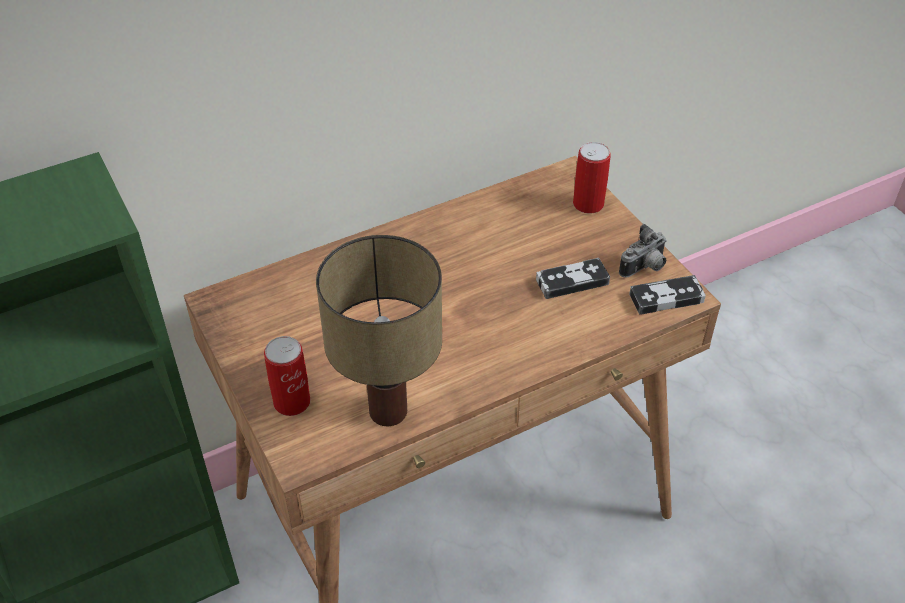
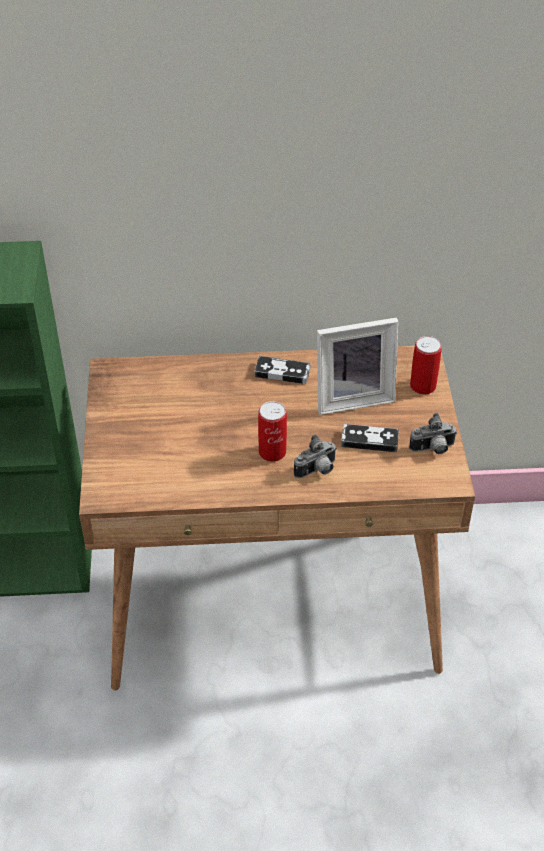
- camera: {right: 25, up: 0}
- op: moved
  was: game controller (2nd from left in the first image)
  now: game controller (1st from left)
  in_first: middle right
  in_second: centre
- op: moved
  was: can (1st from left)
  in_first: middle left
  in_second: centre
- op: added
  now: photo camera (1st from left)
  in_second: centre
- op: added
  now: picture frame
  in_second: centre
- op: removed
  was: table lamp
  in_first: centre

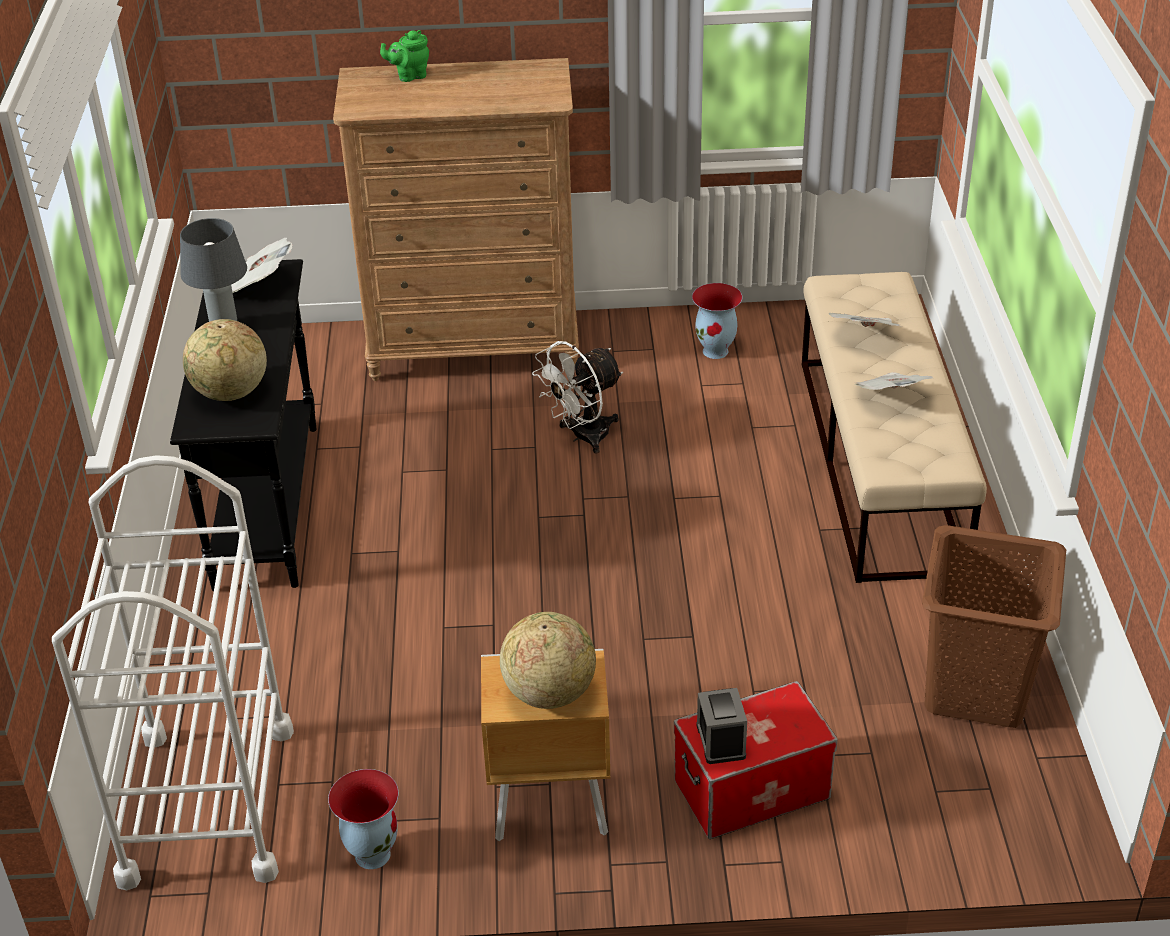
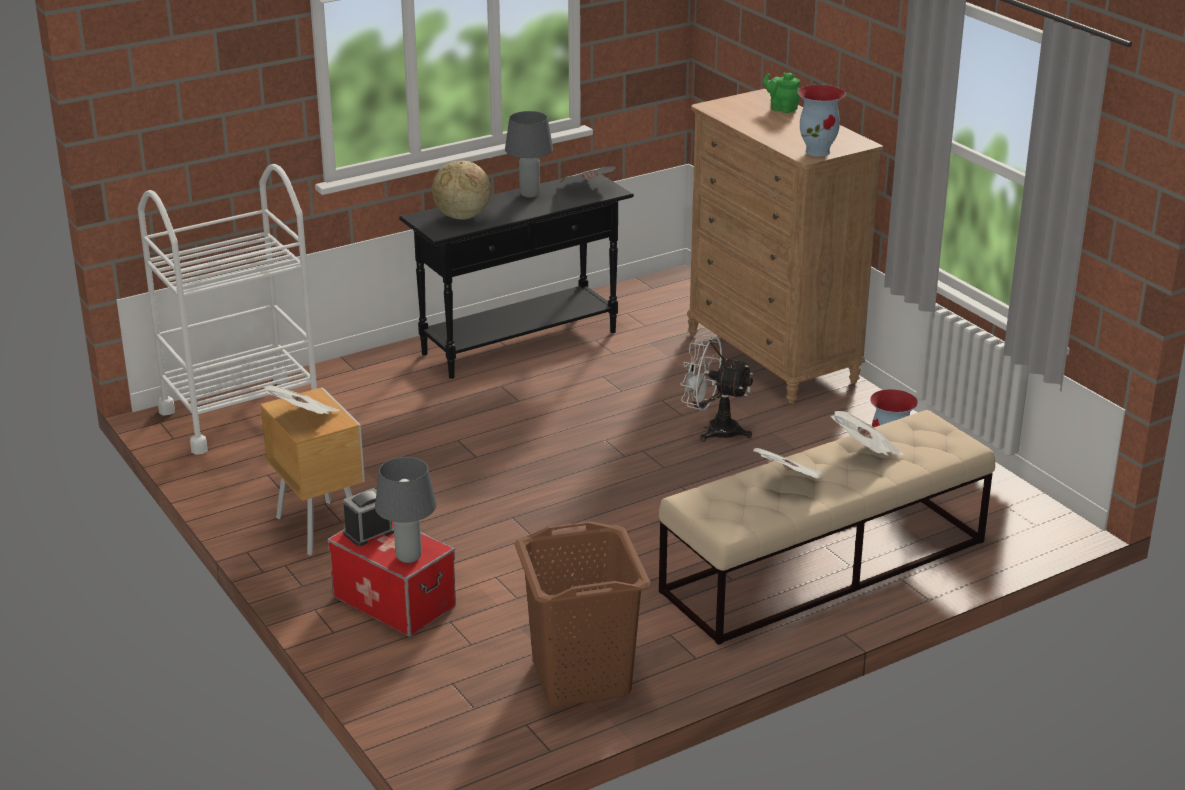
- camera: {right: 60, up: -10}
- op: replaced
  was: globe (2nd from left)
  now: newspaper (1st from left)
  in_first: bottom centre
  in_second: middle left
- op: added
  now: grey table lamp (1st from left)
  in_second: centre
- op: moved
  was: vase (1st from left)
  in_first: bottom left
  in_second: top right

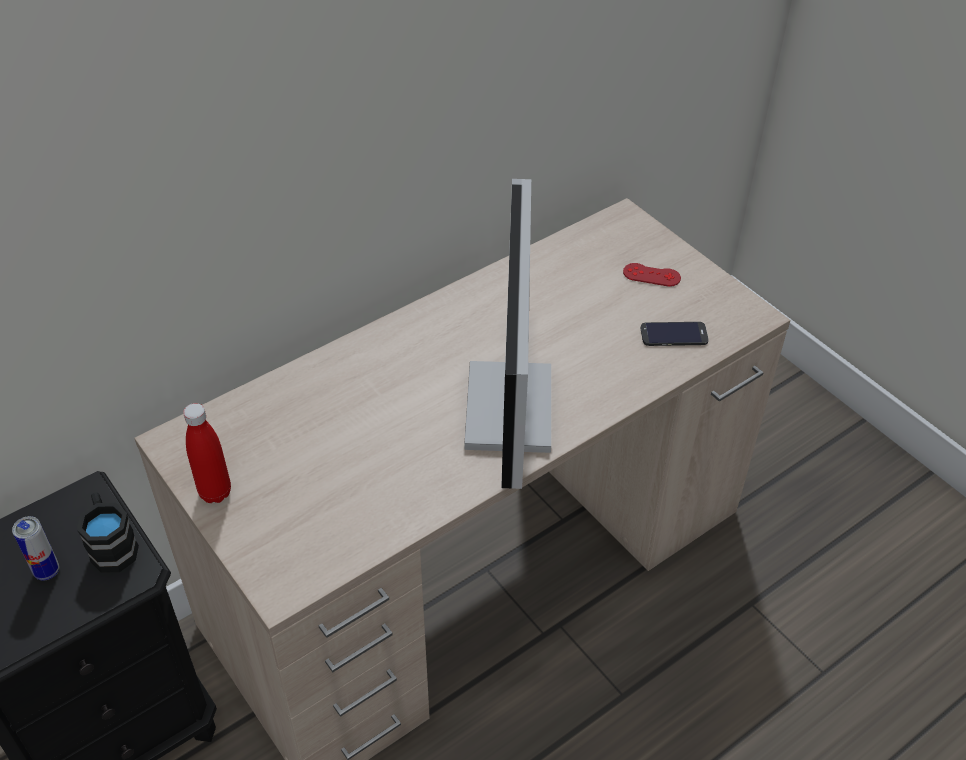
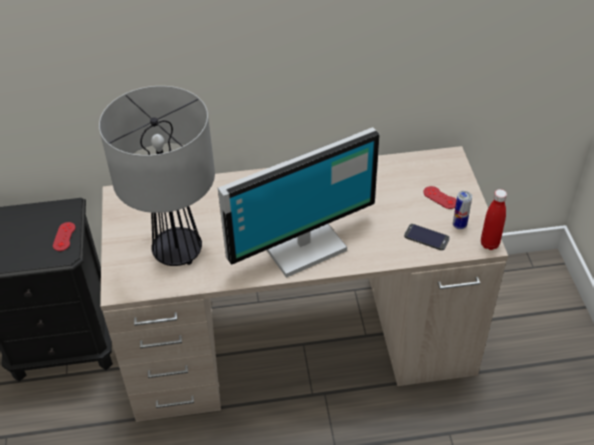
- camera: {right: 30, up: 0}
- op: replaced
  was: black mug
  now: red game controller (1st from left)
  in_first: bottom left
  in_second: middle left
- op: added
  now: table lamp
  in_second: middle left
- op: turned
  was: monitor
  in_first: centre
  in_second: centre
  clockwise: -150
- op: moved
  was: can
  in_first: bottom left
  in_second: middle right
- op: moved
  was: red bottle
  in_first: middle left
  in_second: middle right

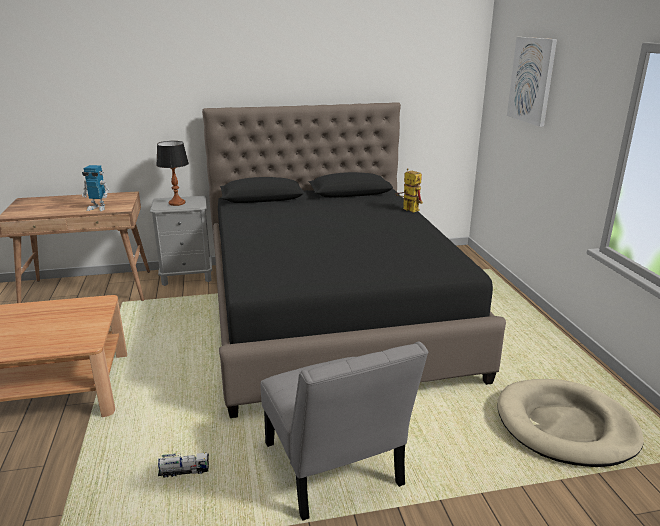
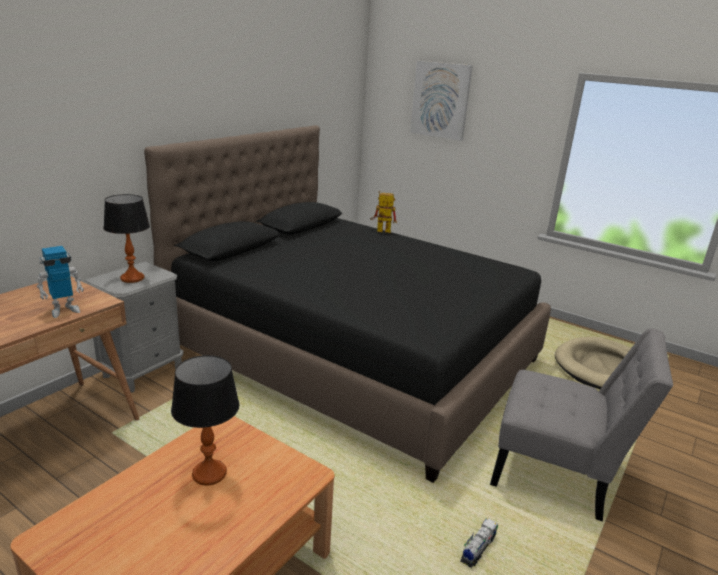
- camera: {right: -45, up: 0}
- op: added
  now: table lamp (2nd from left)
  in_second: bottom left

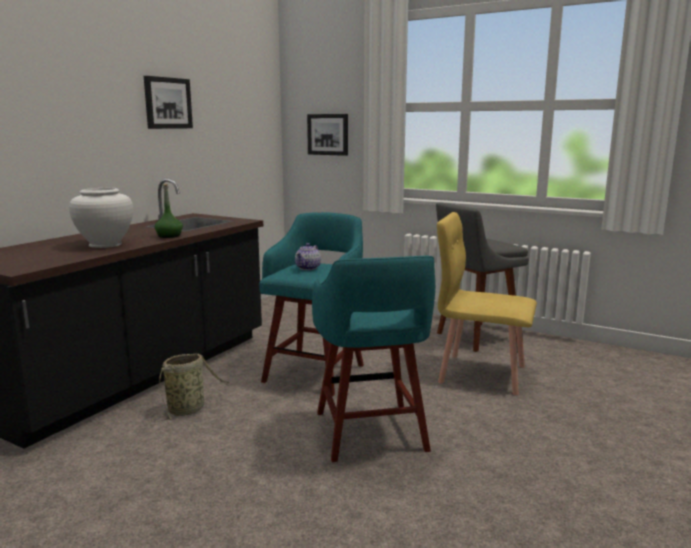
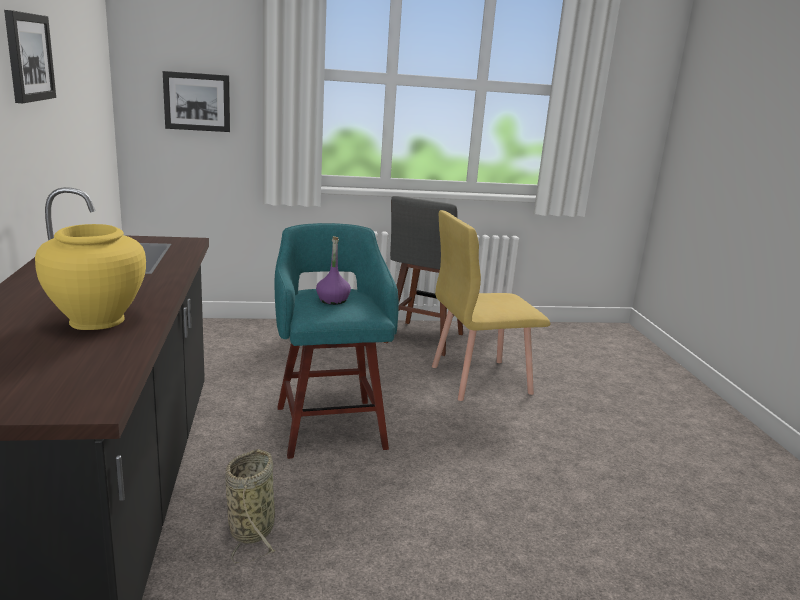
- camera: {right: -40, up: 5}
- op: recoloured
  was: white vase
  now: yellow vase
  in_first: middle left
  in_second: middle left
- op: replaced
  was: teapot
  now: purple bottle
  in_first: centre
  in_second: centre
- op: removed
  was: green bottle
  in_first: middle left
- op: removed
  was: turquoise stool (2nd from left)
  in_first: centre

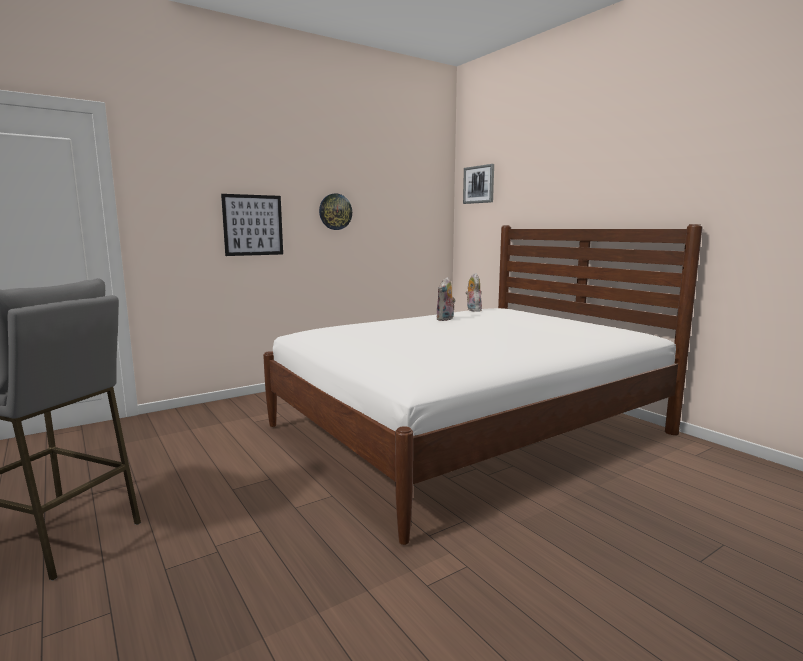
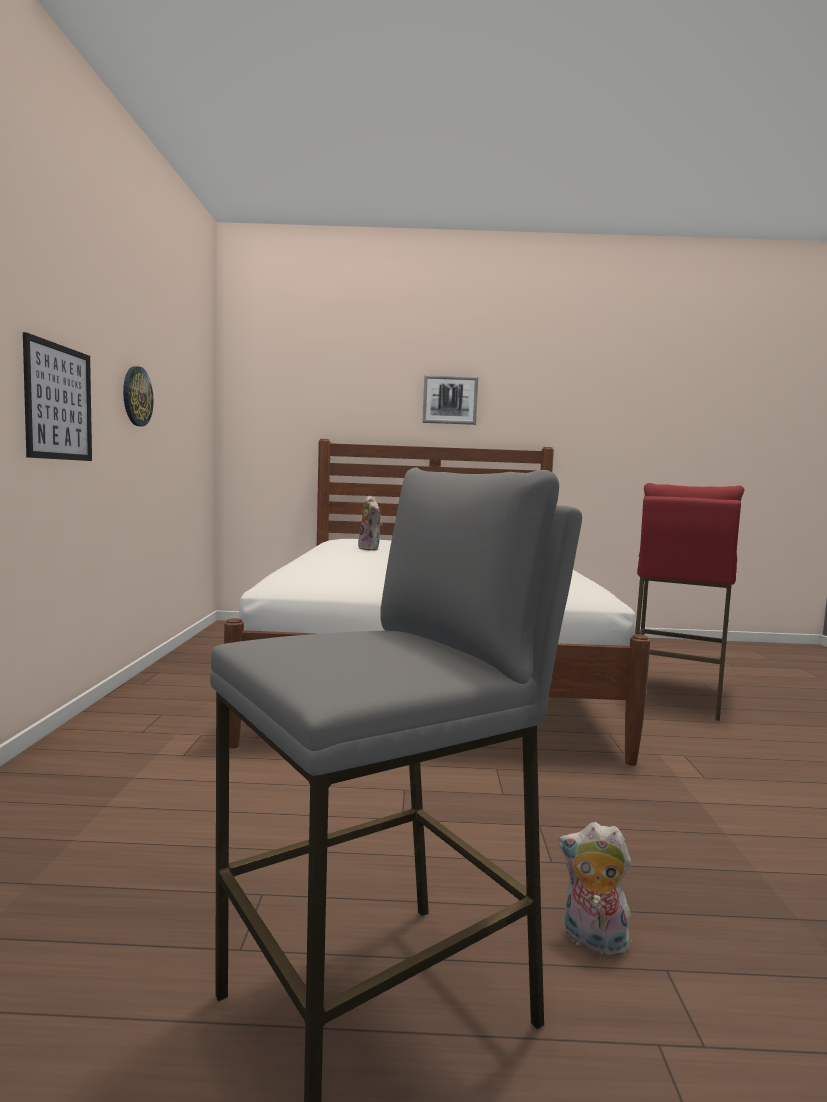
- camera: {right: -55, up: -5}
- op: moved
  was: picture (2nd from left)
  in_first: top centre
  in_second: centre
- op: moved
  was: plush toy (2nd from left)
  in_first: centre
  in_second: bottom right
- op: added
  now: red stool
  in_second: middle right

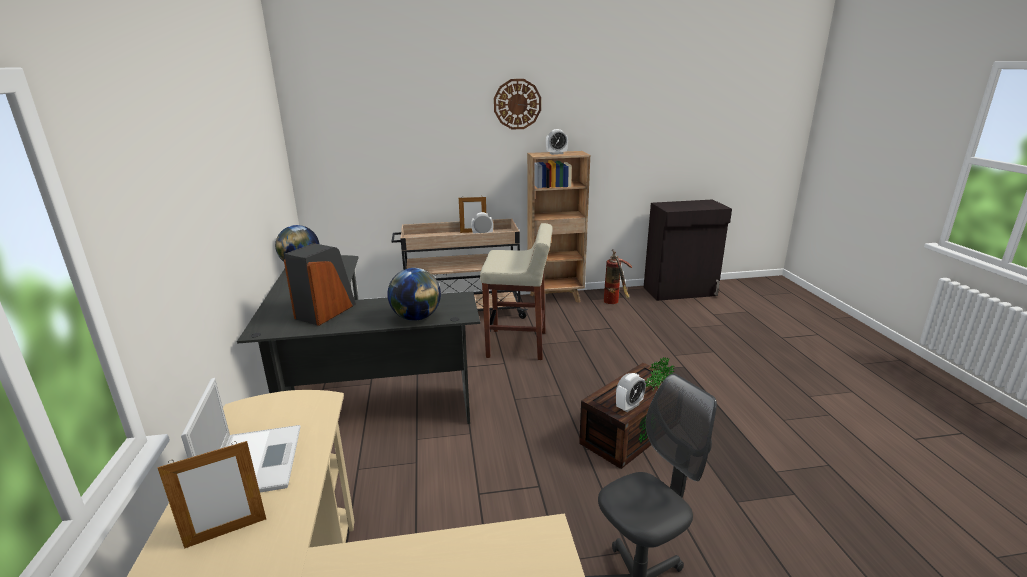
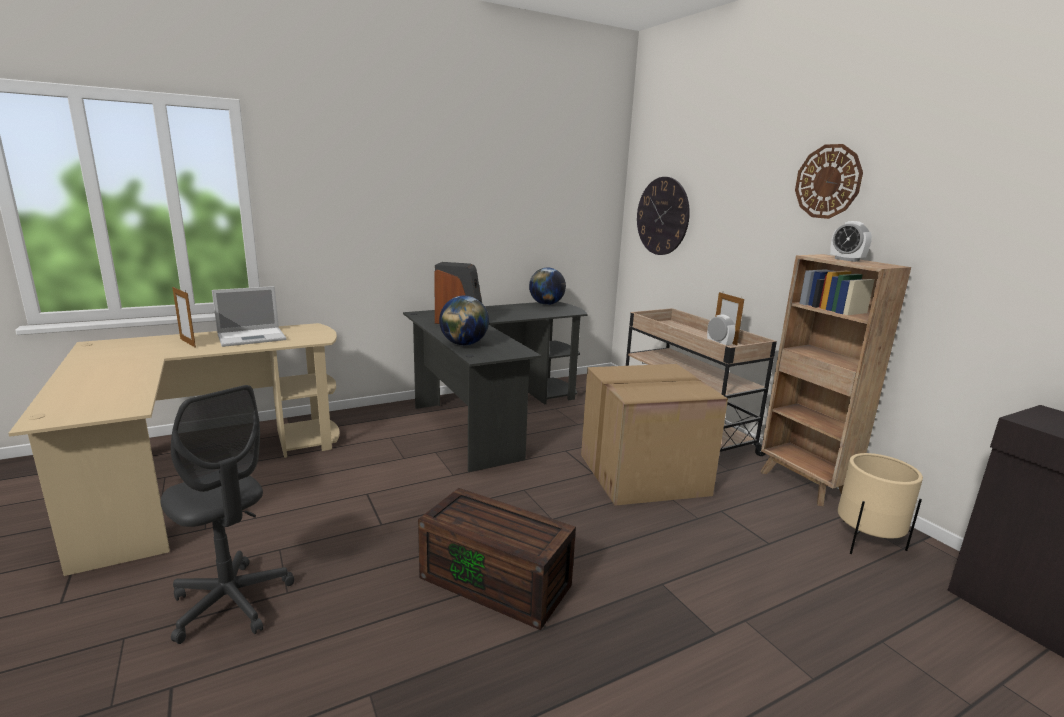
- camera: {right: 70, up: -5}
- op: replaced
  was: beige stool
  now: cardboard box
  in_first: centre
  in_second: centre
- op: added
  now: wall clock (1st from left)
  in_second: top centre
- op: replaced
  was: fire extinguisher
  now: beige planter
  in_first: centre
  in_second: bottom right
- op: removed
  was: alarm clock (3rd from left)
  in_first: bottom centre
- op: removed
  was: potted plant
  in_first: centre

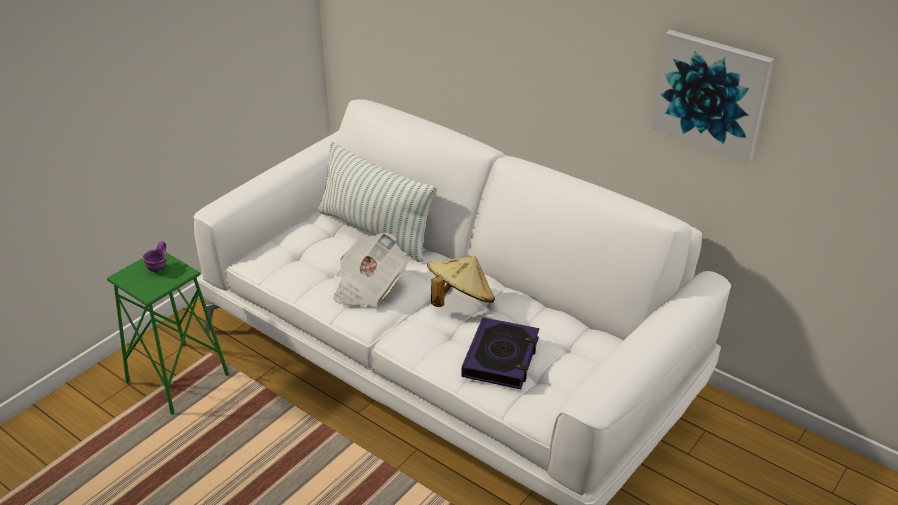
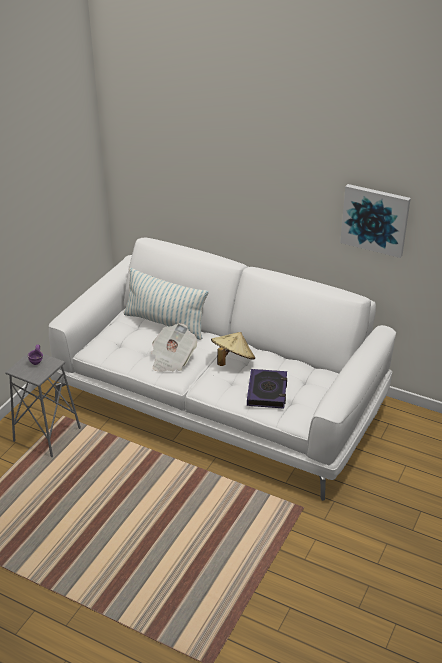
- camera: {right: -10, up: 0}
- op: recoloured
  was: green stool
  now: grey stool
  in_first: middle left
  in_second: middle left

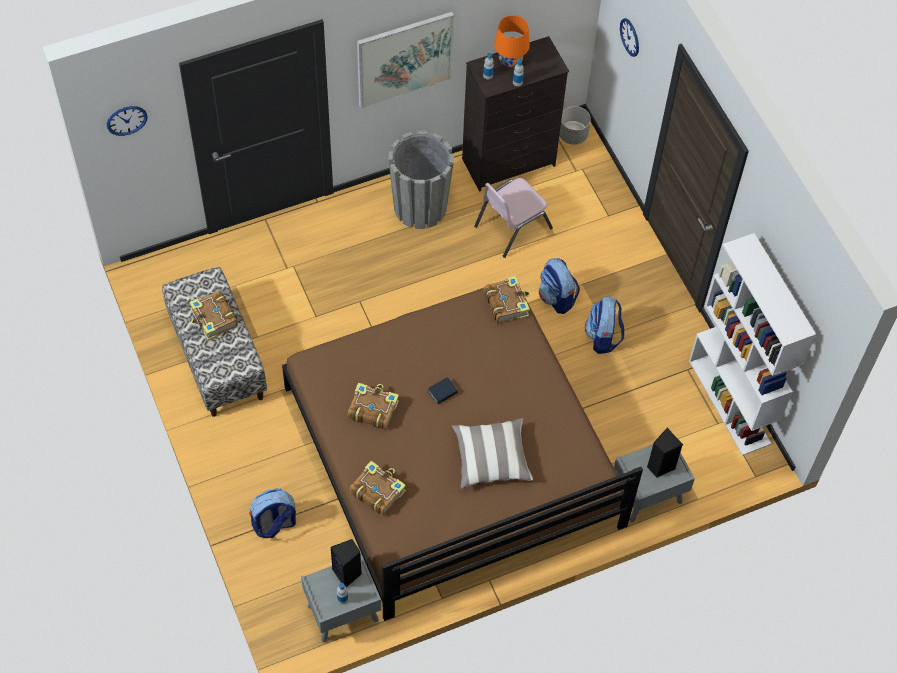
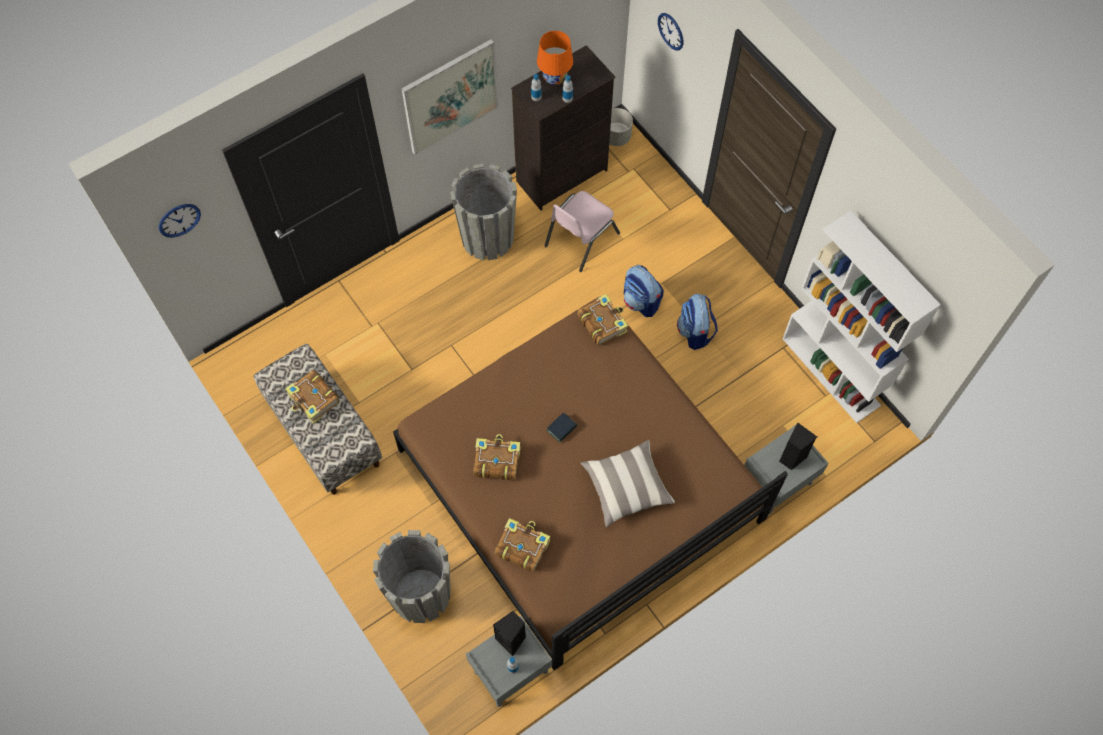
- camera: {right: -10, up: 5}
- op: replaced
  was: backpack (1st from left)
  now: grey planter (1st from left)
  in_first: bottom left
  in_second: bottom centre

